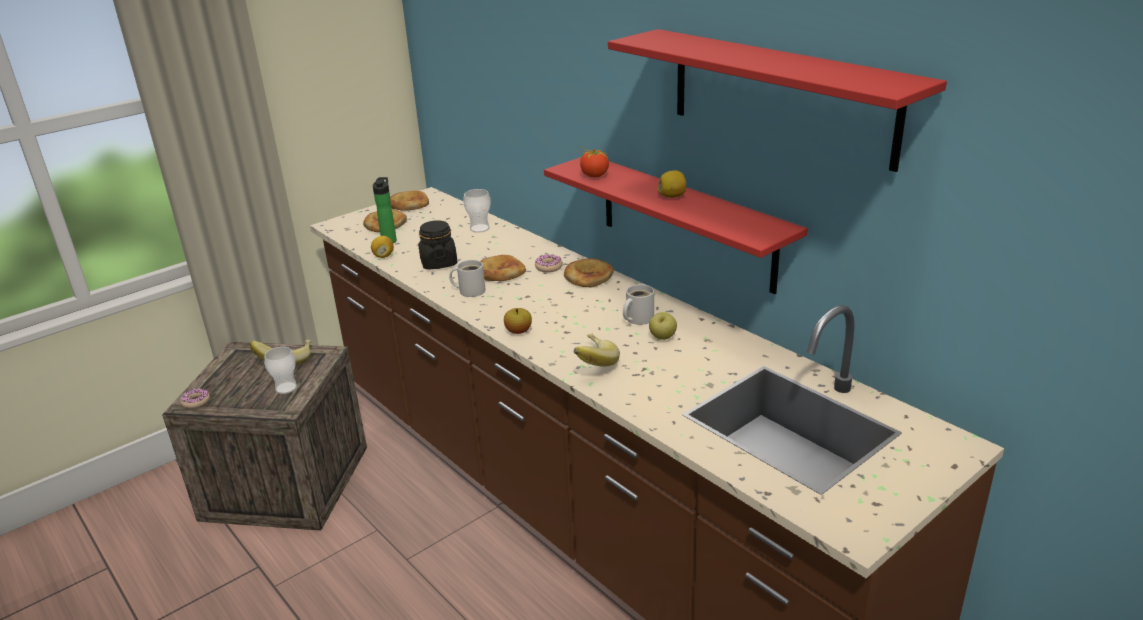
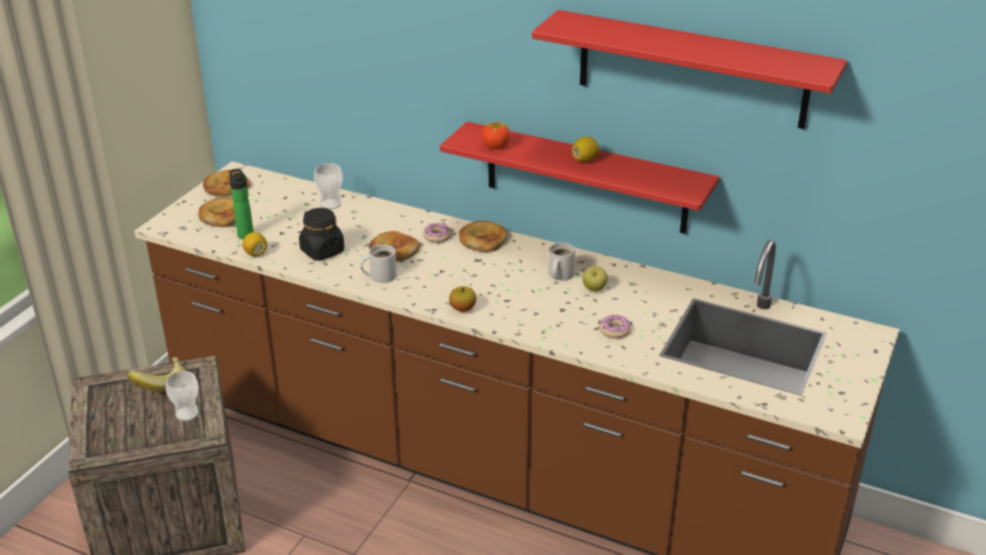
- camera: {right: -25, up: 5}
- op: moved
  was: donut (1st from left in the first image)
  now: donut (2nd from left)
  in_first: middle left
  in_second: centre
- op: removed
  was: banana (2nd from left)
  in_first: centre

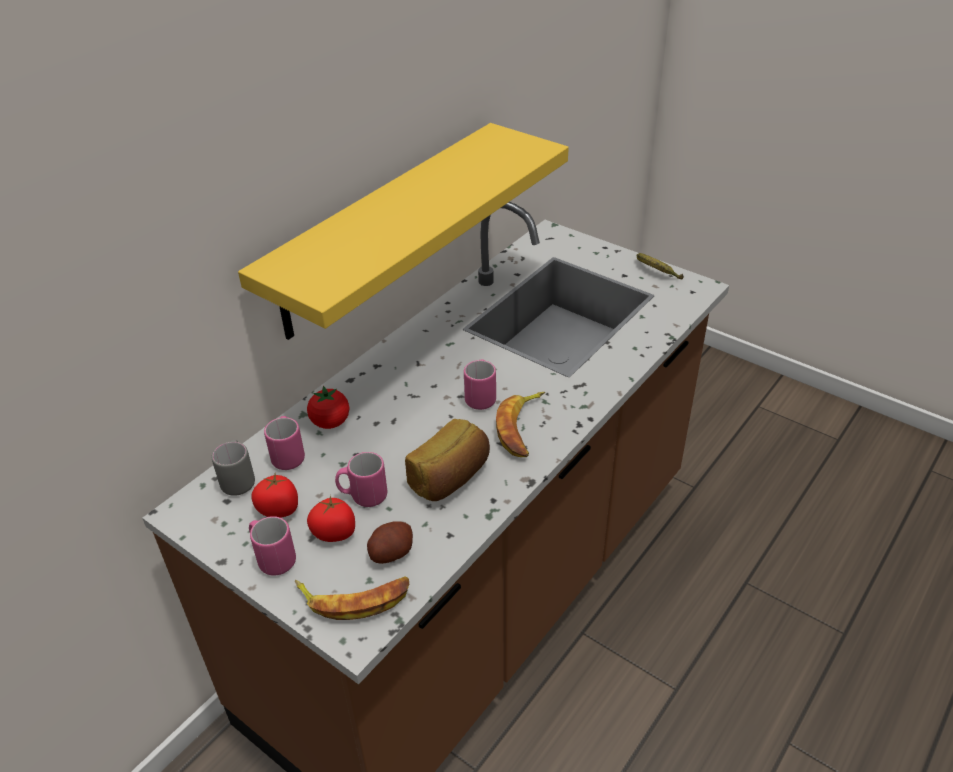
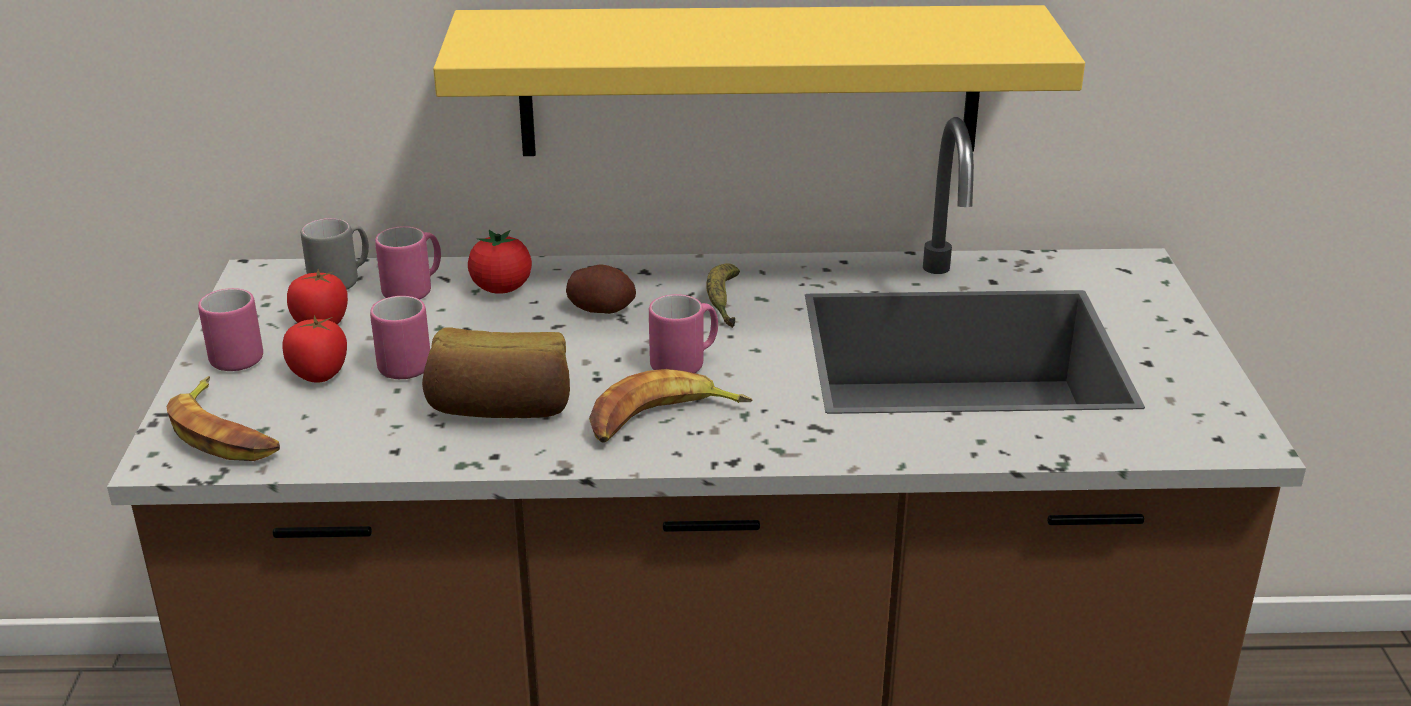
- camera: {right: 50, up: -10}
- op: moved
  was: potato
  in_first: bottom centre
  in_second: centre
- op: moved
  was: banana (3rd from left)
  in_first: middle right
  in_second: centre

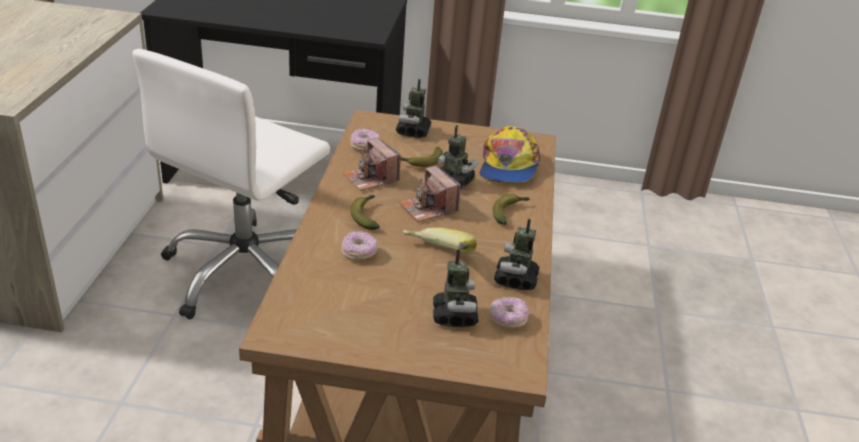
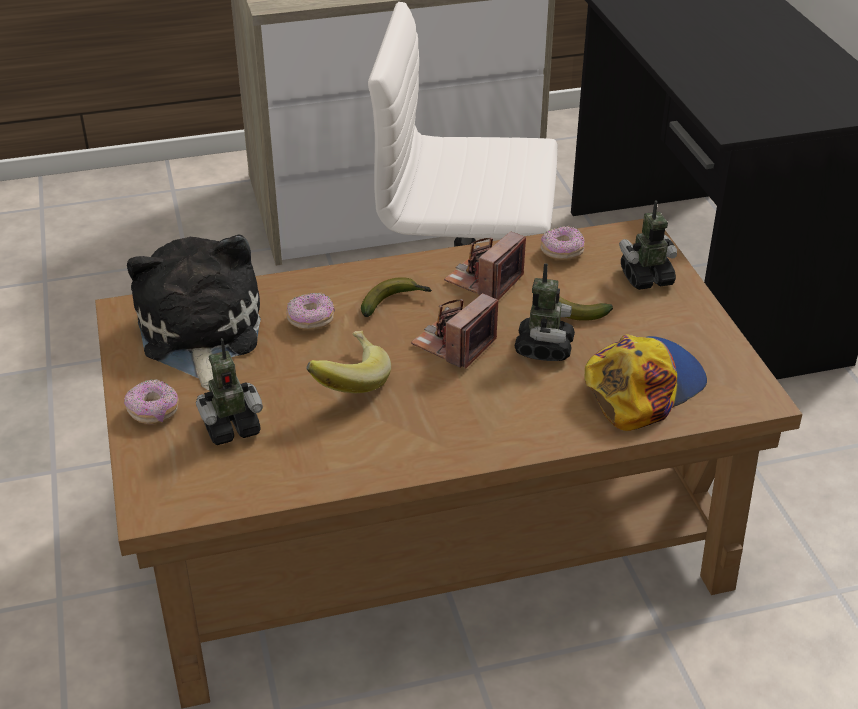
- camera: {right: 70, up: 5}
- op: moved
  was: donut (3rd from left in the first image)
  now: donut (1st from left)
  in_first: bottom centre
  in_second: middle left
- op: added
  now: plush toy
  in_second: middle left
- op: turned
  was: cap
  in_first: centre
  in_second: middle right
  clockwise: 150
- op: removed
  was: banana (4th from left)
  in_first: centre
- op: removed
  was: toy robot (4th from left)
  in_first: centre

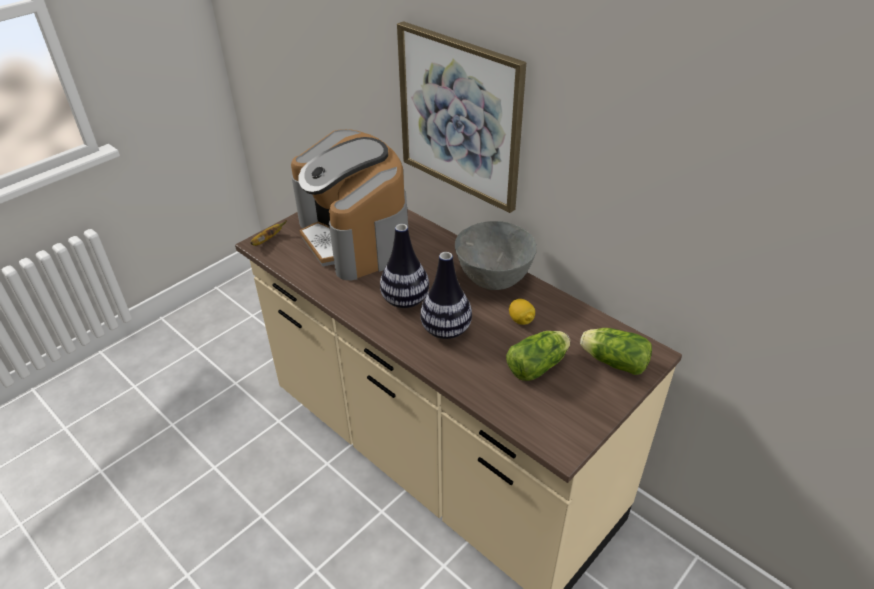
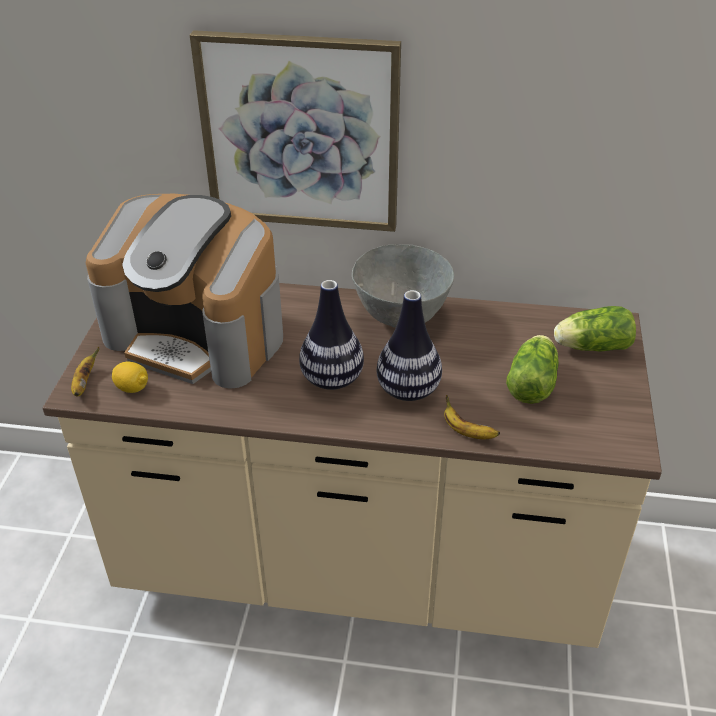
- camera: {right: -35, up: 0}
- op: moved
  was: lemon
  in_first: centre
  in_second: middle left
- op: added
  now: banana (2nd from left)
  in_second: centre

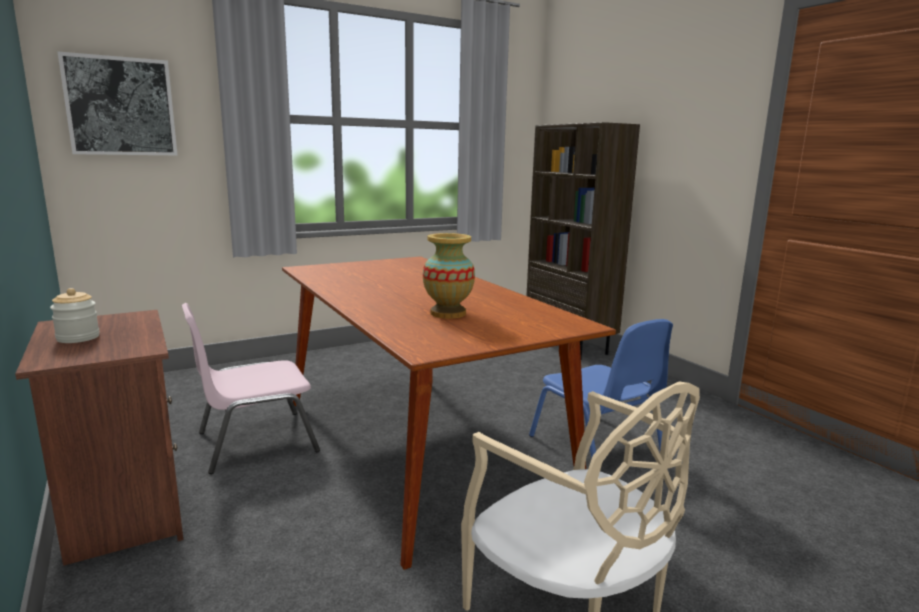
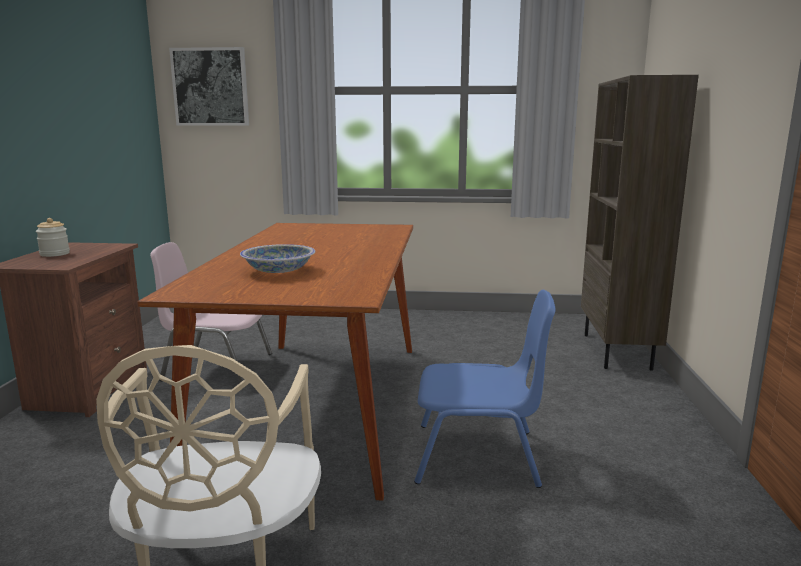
- camera: {right: 35, up: 0}
- op: replaced
  was: vase
  now: bowl
  in_first: centre
  in_second: centre
- op: turned
  was: blue chair
  in_first: centre
  in_second: bottom centre
  clockwise: -90

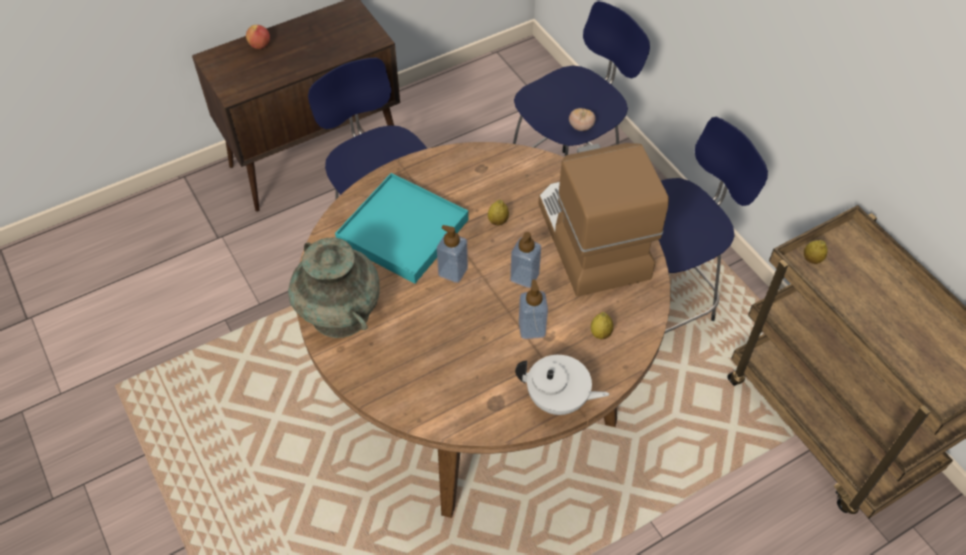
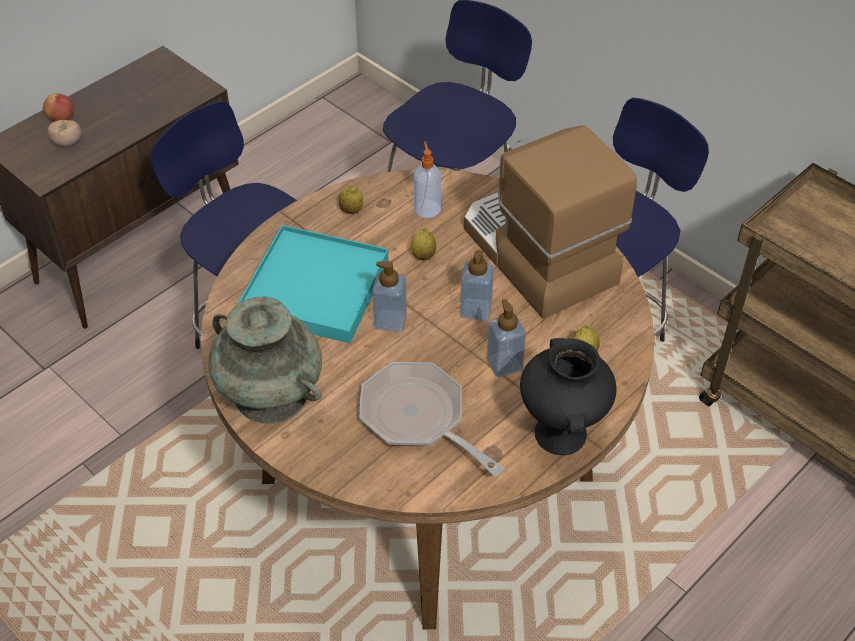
- camera: {right: -15, up: -5}
- op: moved
  was: tomato
  in_first: top centre
  in_second: top left
- op: moved
  was: lemon (3rd from left in the first image)
  now: lemon (1st from left)
  in_first: middle right
  in_second: top centre
- op: added
  now: frying pan
  in_second: centre
- op: added
  now: soap dispenser (2nd from left)
  in_second: top centre
- op: replaced
  was: white teapot
  now: black vase
  in_first: bottom centre
  in_second: centre

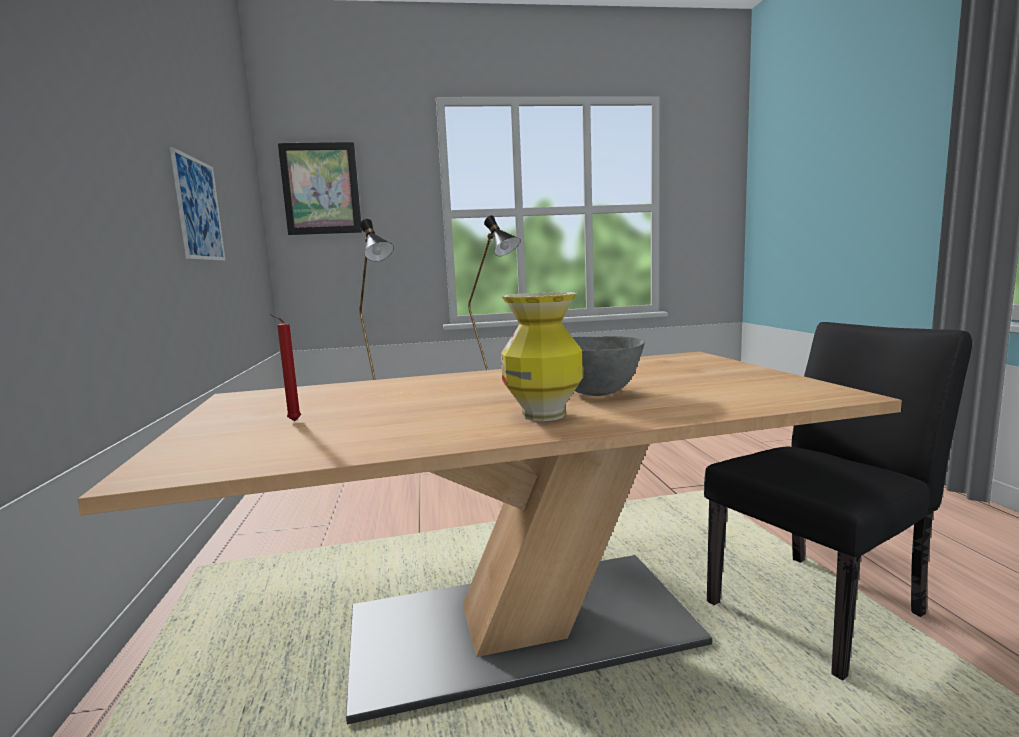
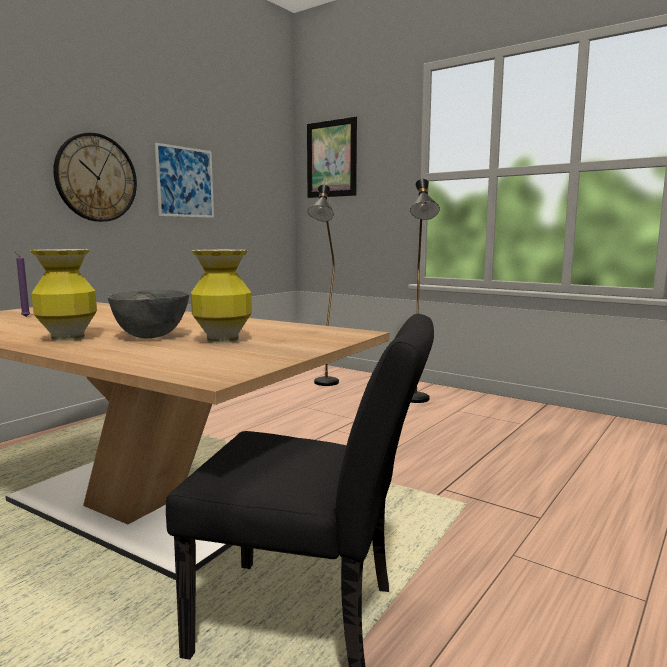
- camera: {right: 45, up: 0}
- op: recoloured
  was: red candle
  now: purple candle
  in_first: middle left
  in_second: middle left
- op: added
  now: wall clock
  in_second: top left
- op: added
  now: vase (2nd from left)
  in_second: middle left

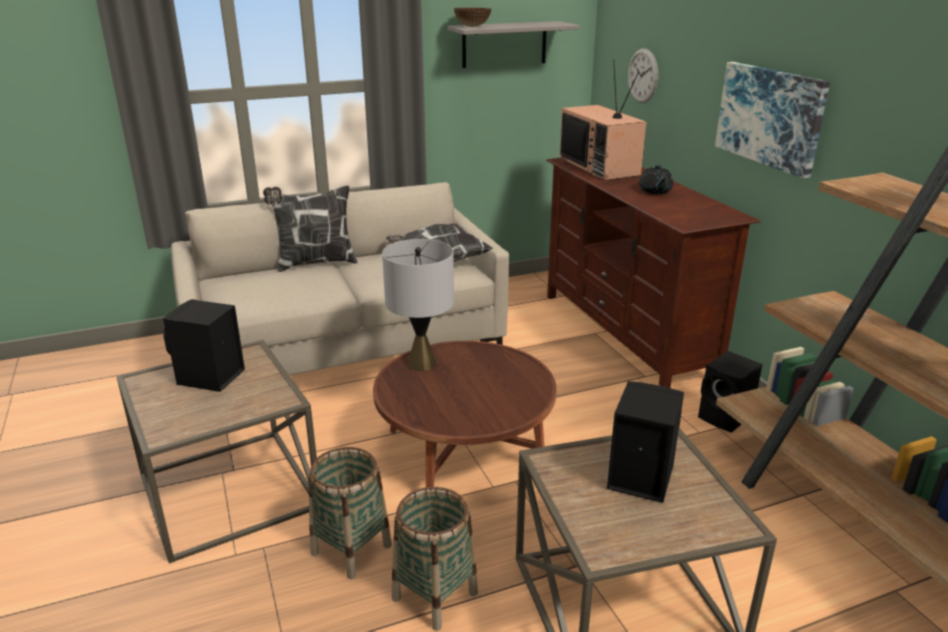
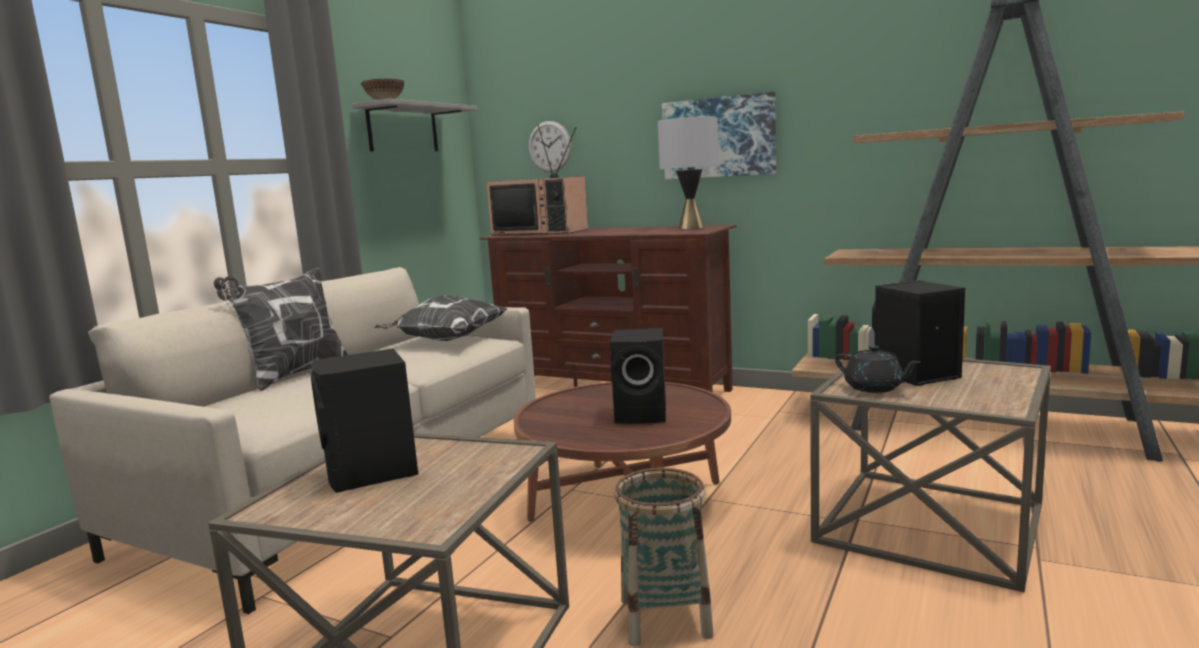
- camera: {right: -40, up: -15}
- op: moved
  was: black speaker (3rd from left in the first image)
  now: black speaker (2nd from left)
  in_first: middle right
  in_second: centre
- op: moved
  was: grey table lamp
  in_first: centre
  in_second: top centre
- op: moved
  was: black teapot
  in_first: top right
  in_second: middle right
- op: removed
  was: basket (2nd from left)
  in_first: bottom centre

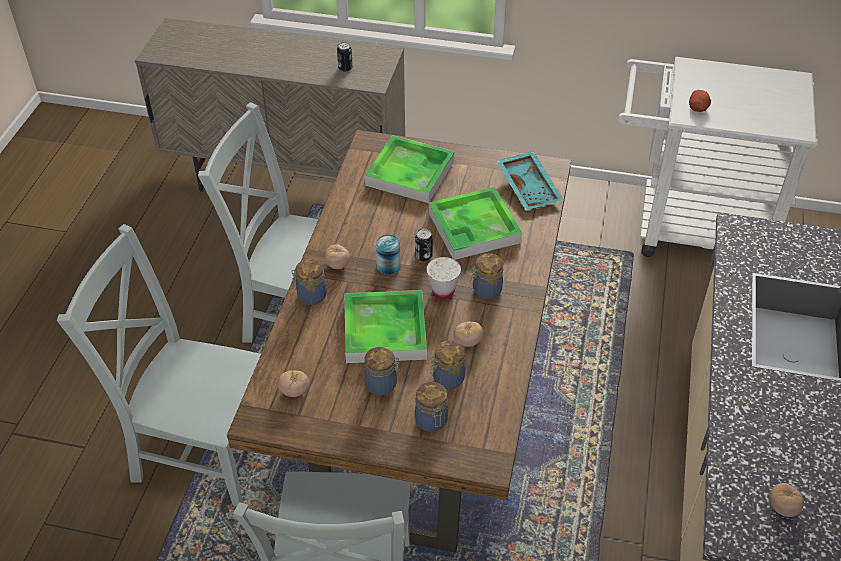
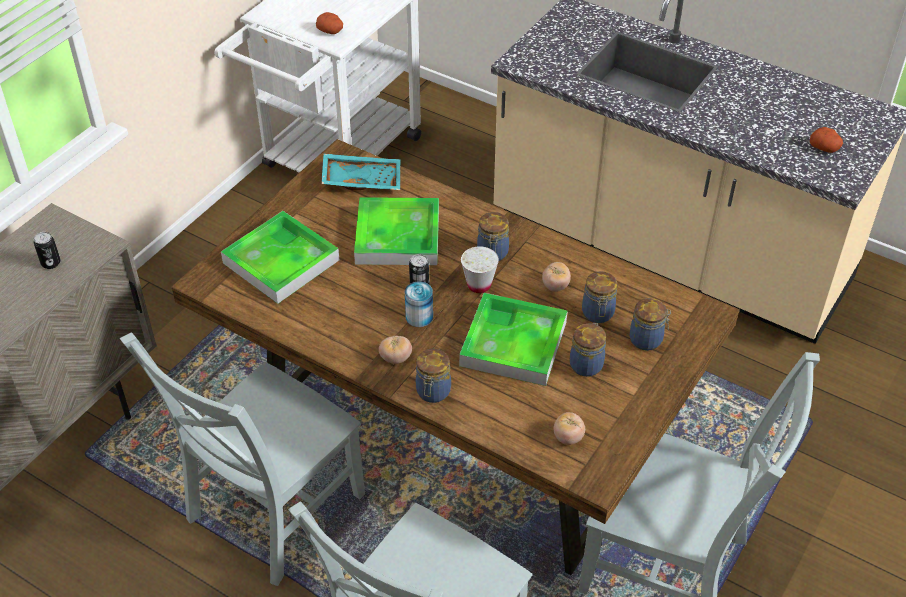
- camera: {right: -70, up: 0}
- op: replaced
  was: tomato (4th from left)
  now: potato (2nd from left)
  in_first: bottom right
  in_second: top right

